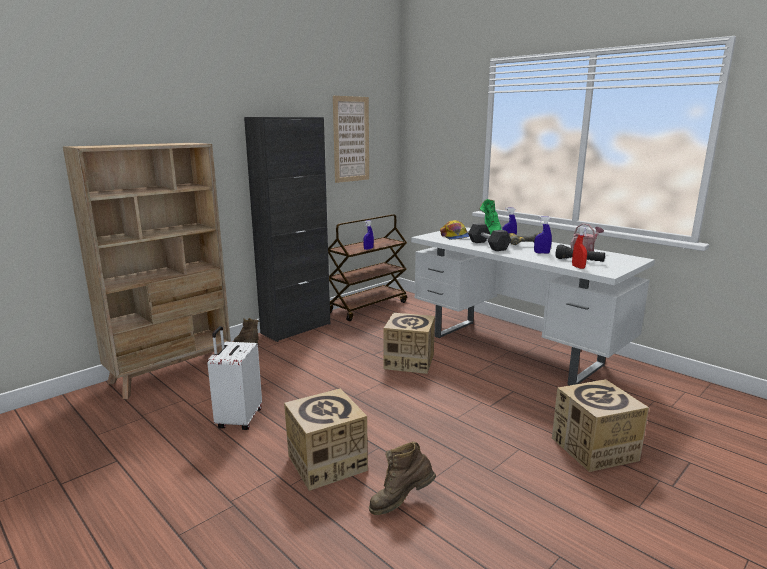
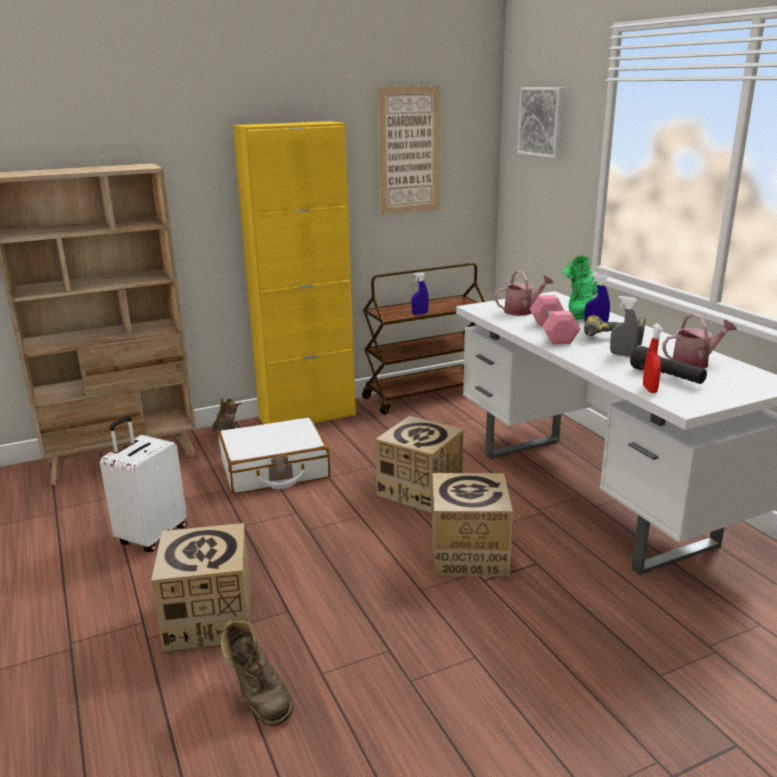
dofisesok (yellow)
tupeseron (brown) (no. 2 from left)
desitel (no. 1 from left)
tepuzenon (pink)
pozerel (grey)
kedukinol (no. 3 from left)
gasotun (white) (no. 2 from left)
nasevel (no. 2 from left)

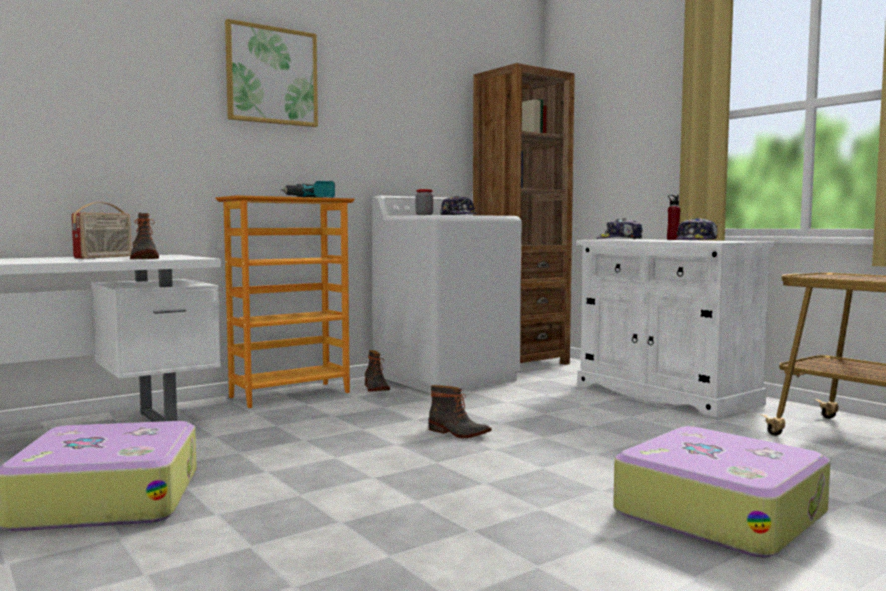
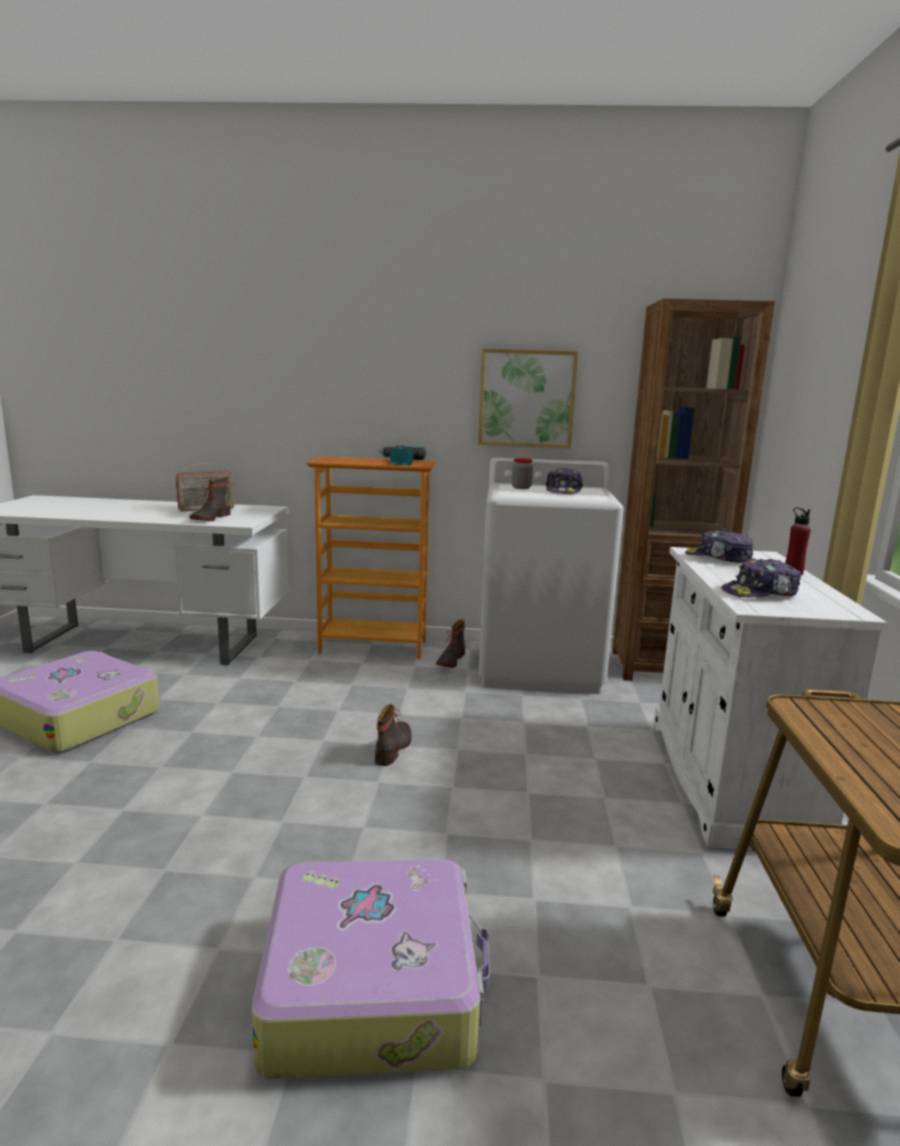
nasevel
tupeseron (no. 2 from left)

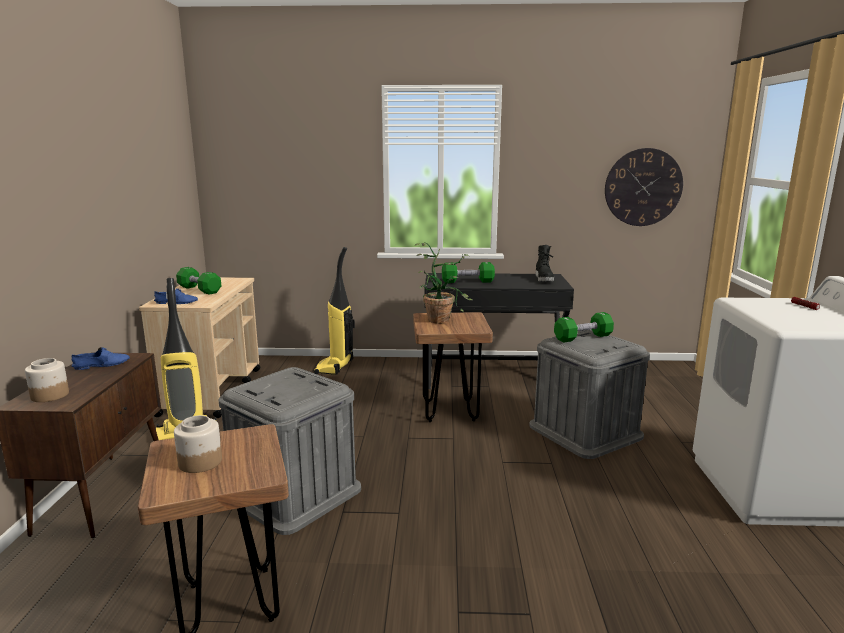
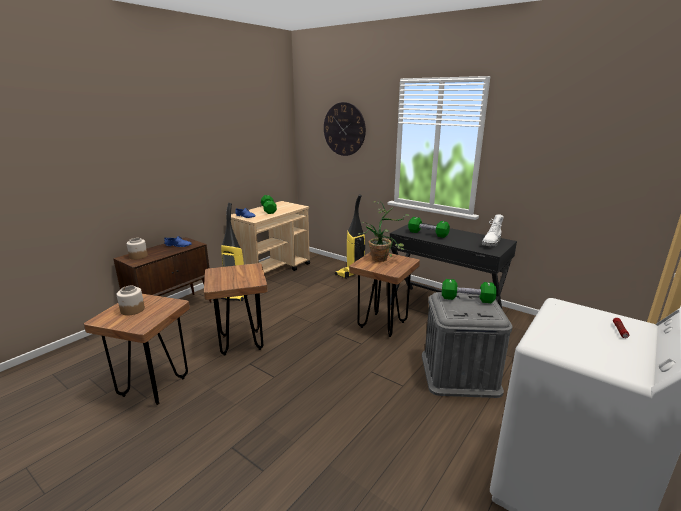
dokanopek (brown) (no. 2 from left)
tupeseron (white)
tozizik

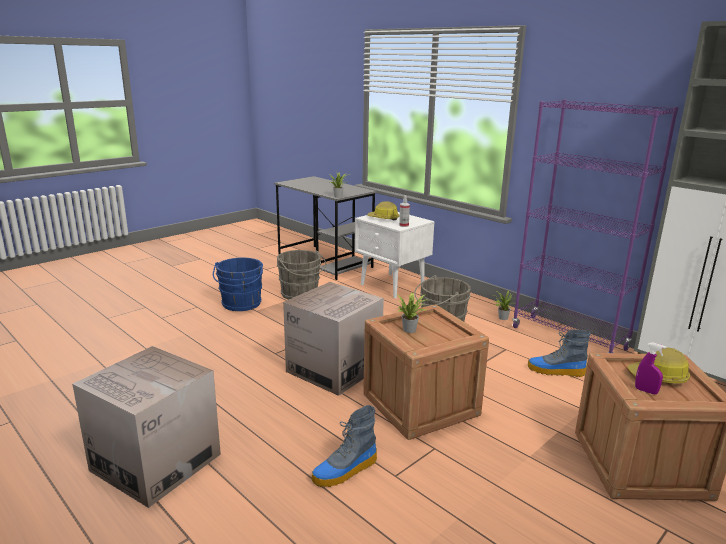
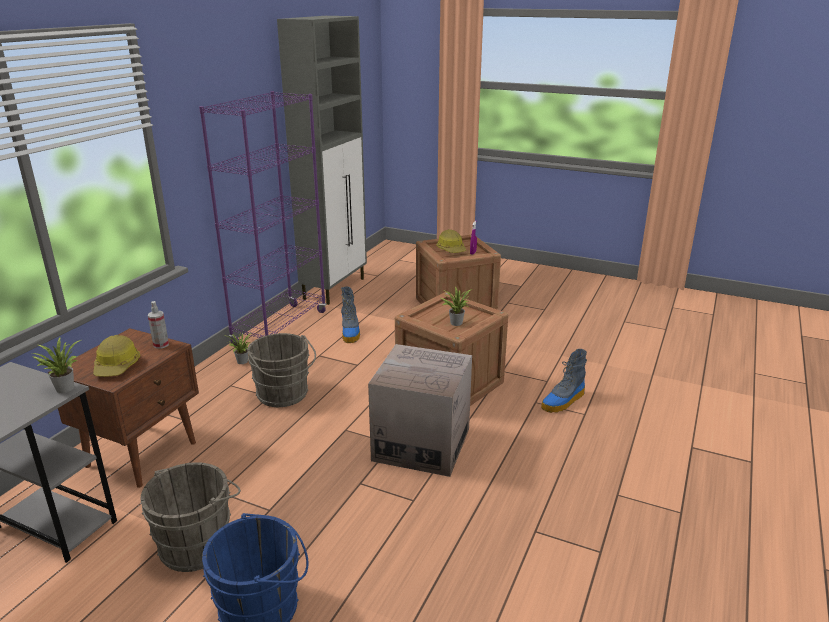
kedukinol (no. 1 from left in the first image)
tupeseron (no. 2 from left)
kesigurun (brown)

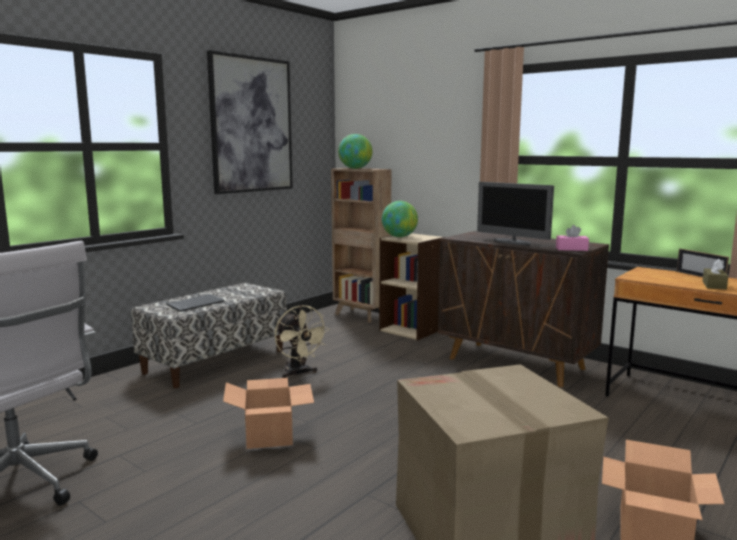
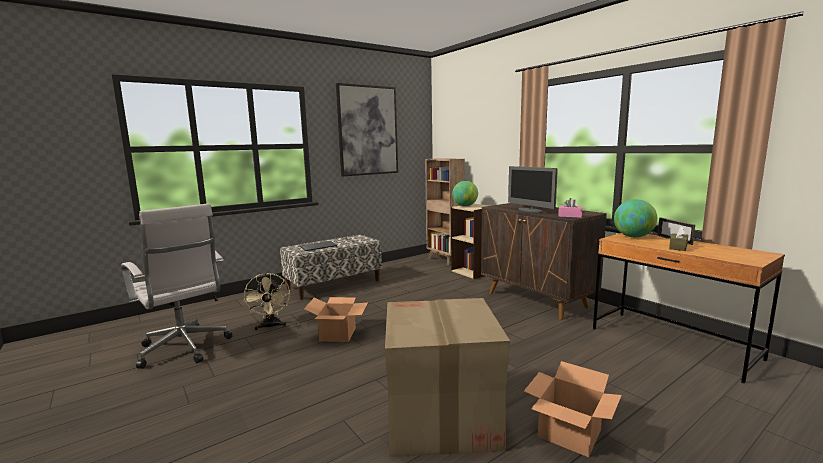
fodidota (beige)
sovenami (no. 2 from left)

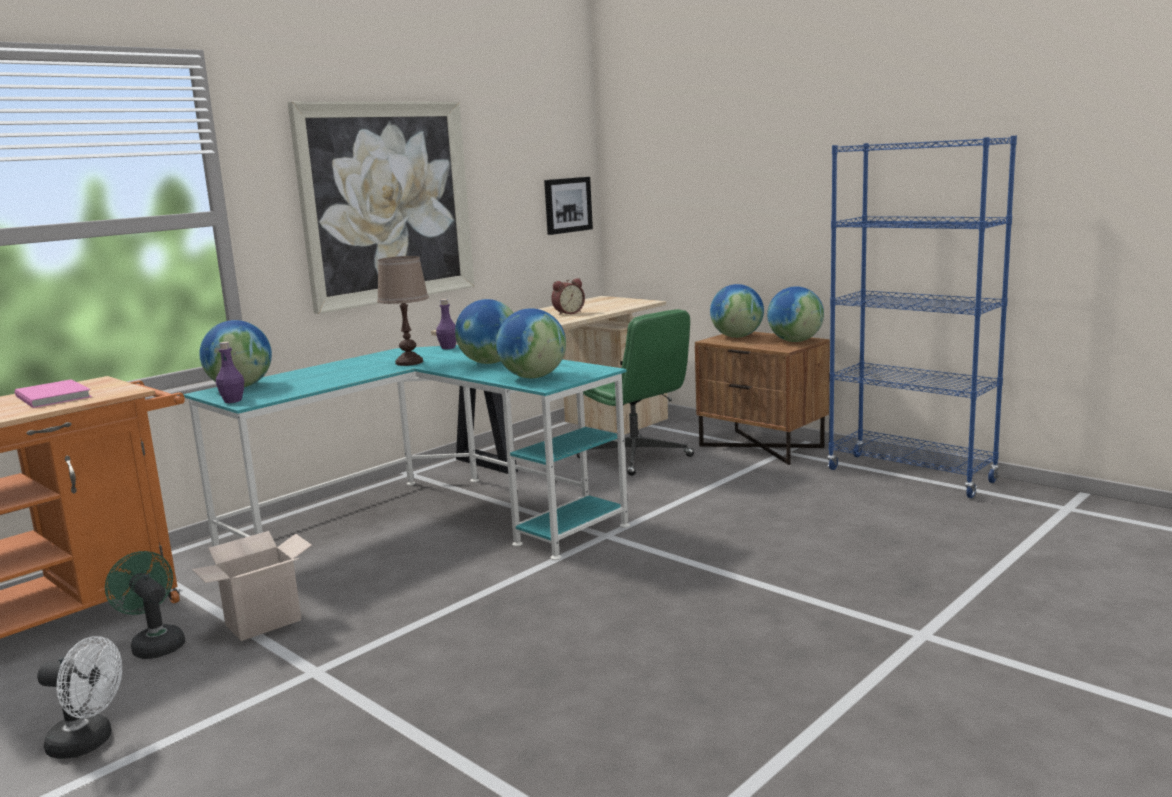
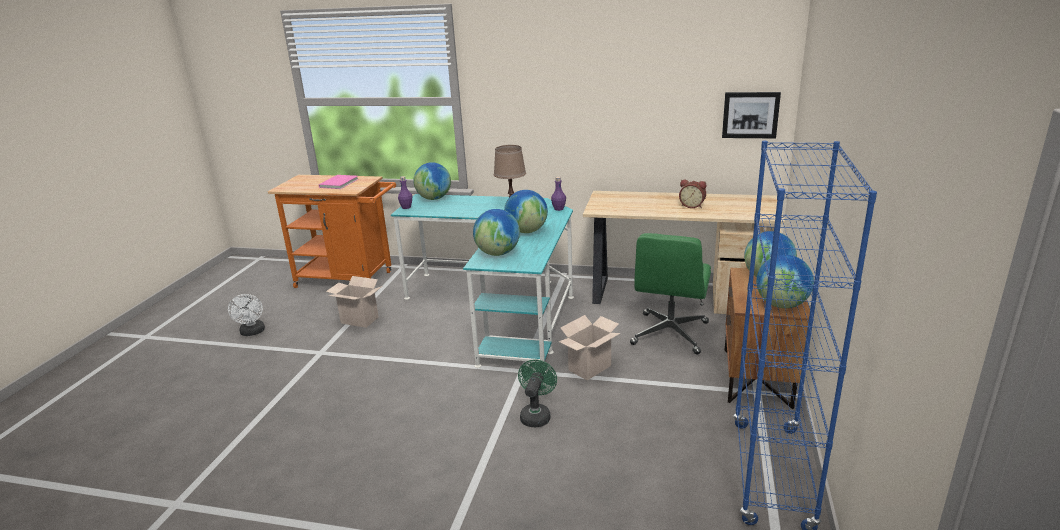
fodidota (green)
nasevel (no. 1 from left in the first image)
kedukinol (no. 2 from left)

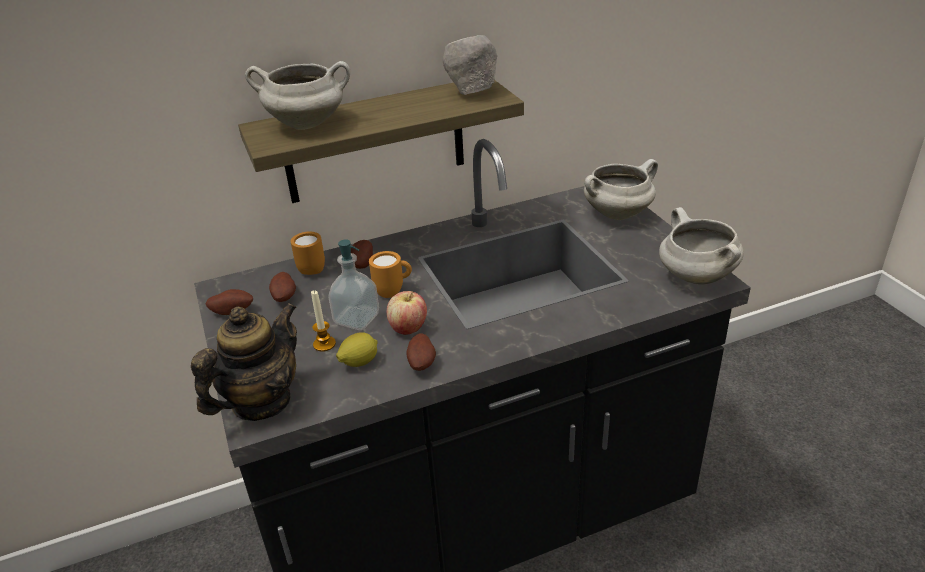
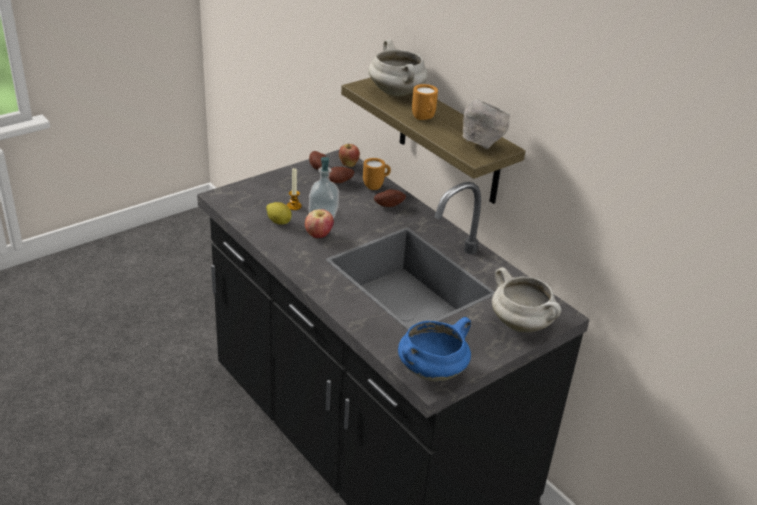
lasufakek
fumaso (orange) (no. 2 from left)
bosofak (no. 4 from left in the first image)
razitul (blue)
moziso (no. 2 from left)

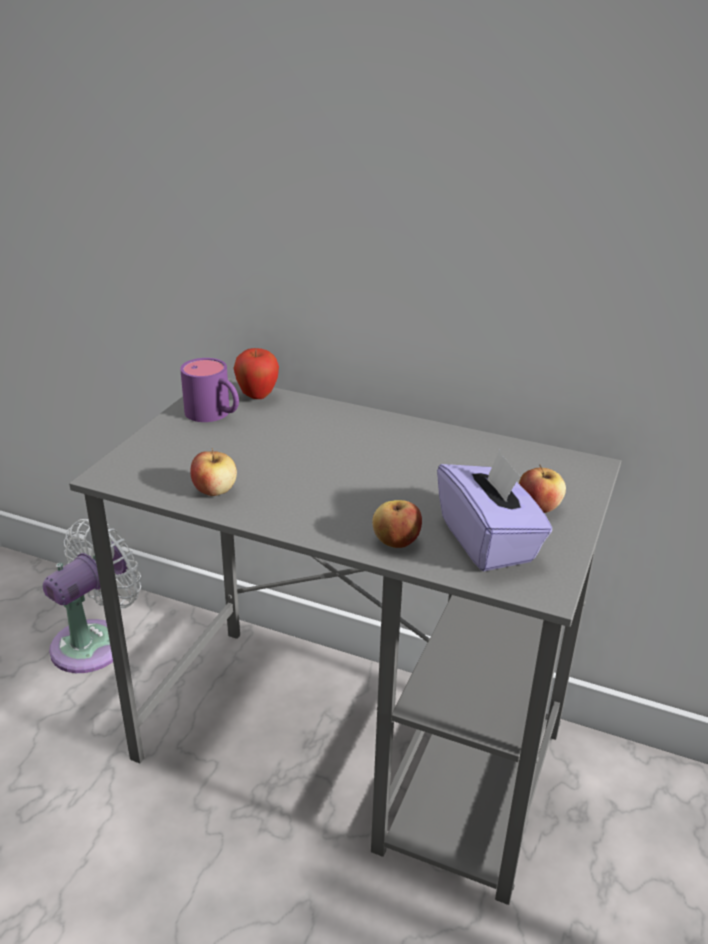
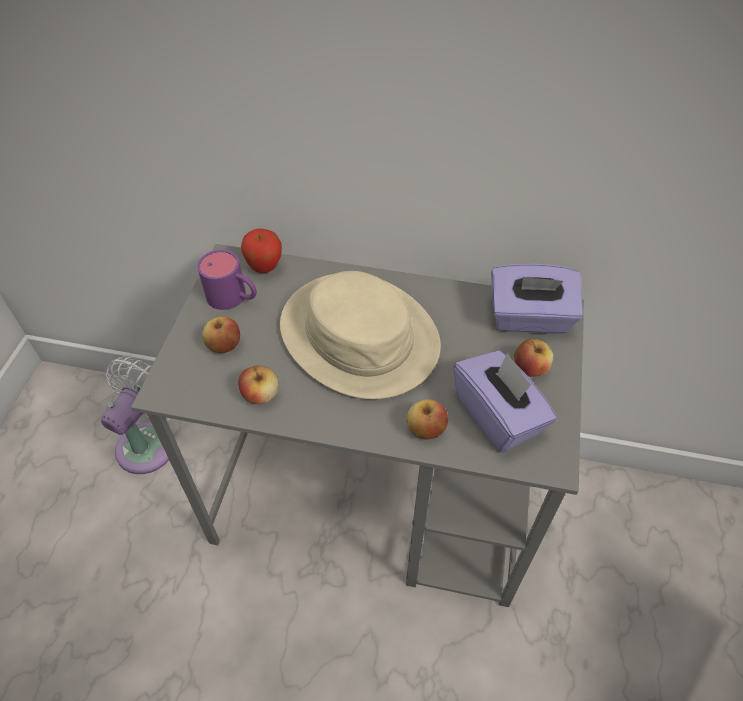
moziso (no. 1 from left)
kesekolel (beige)
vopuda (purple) (no. 2 from left)

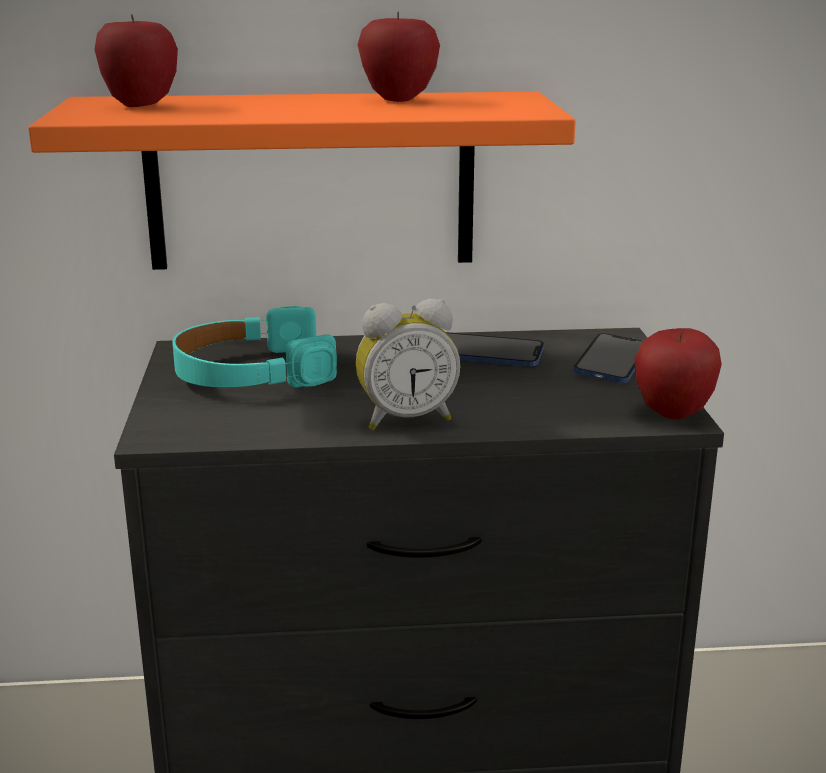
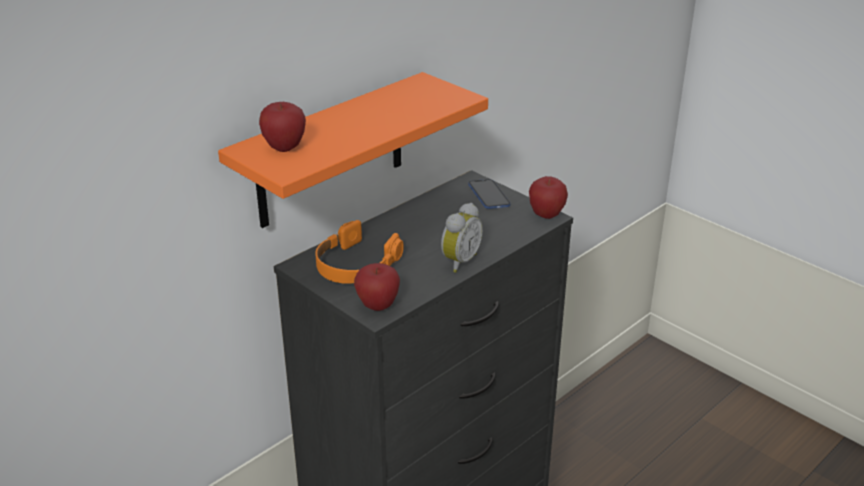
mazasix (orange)
moziso (no. 2 from left)
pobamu (no. 1 from left in the first image)

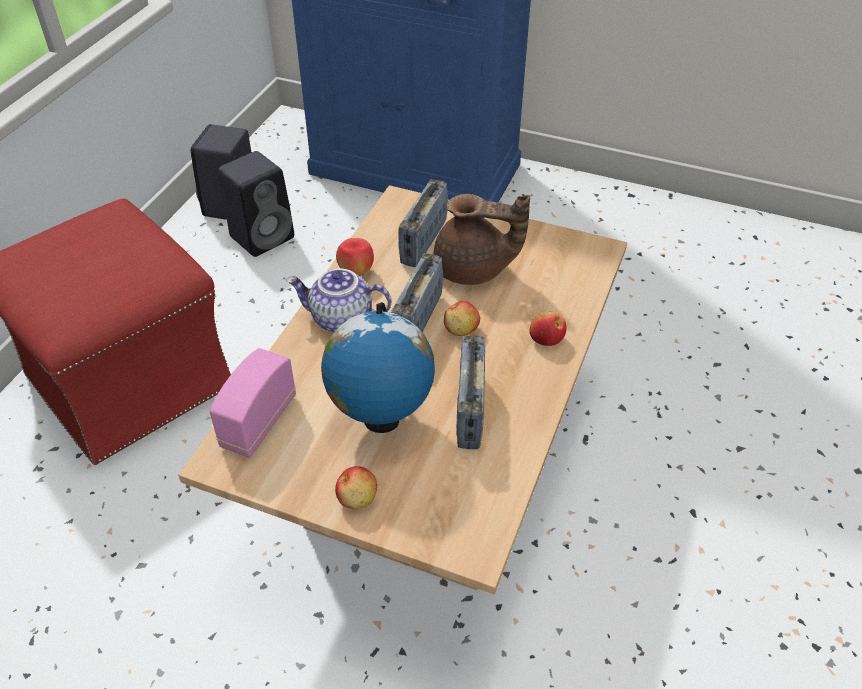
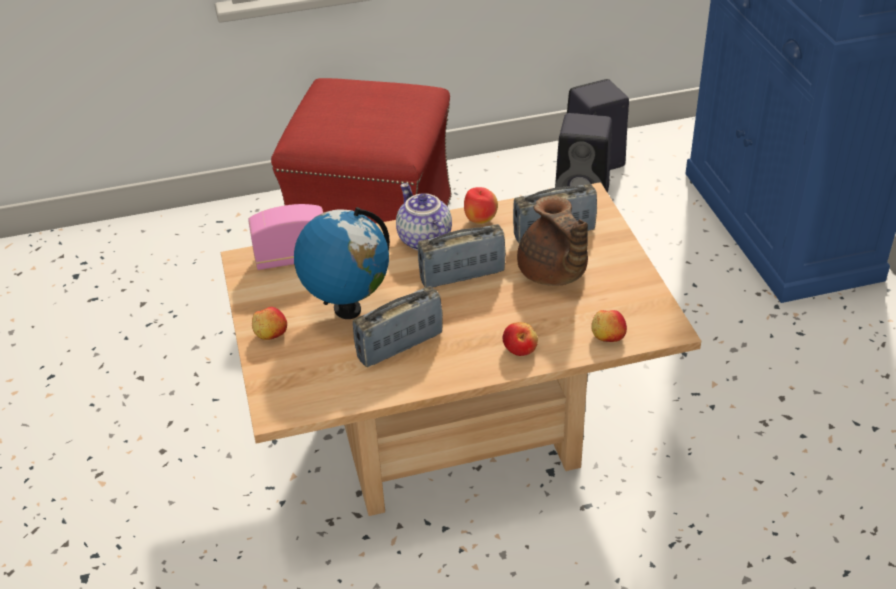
moziso (no. 4 from left)

